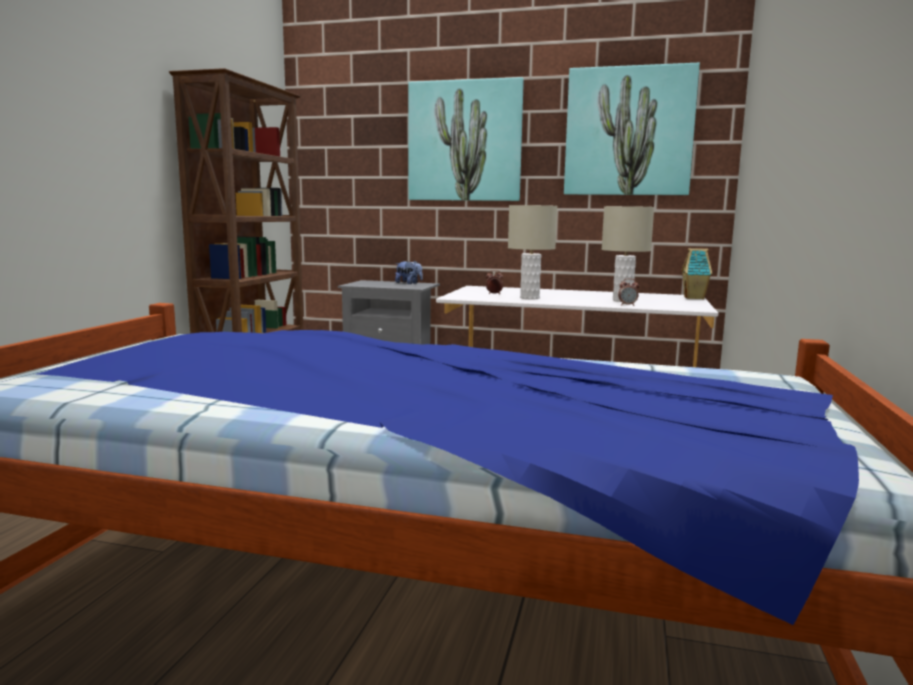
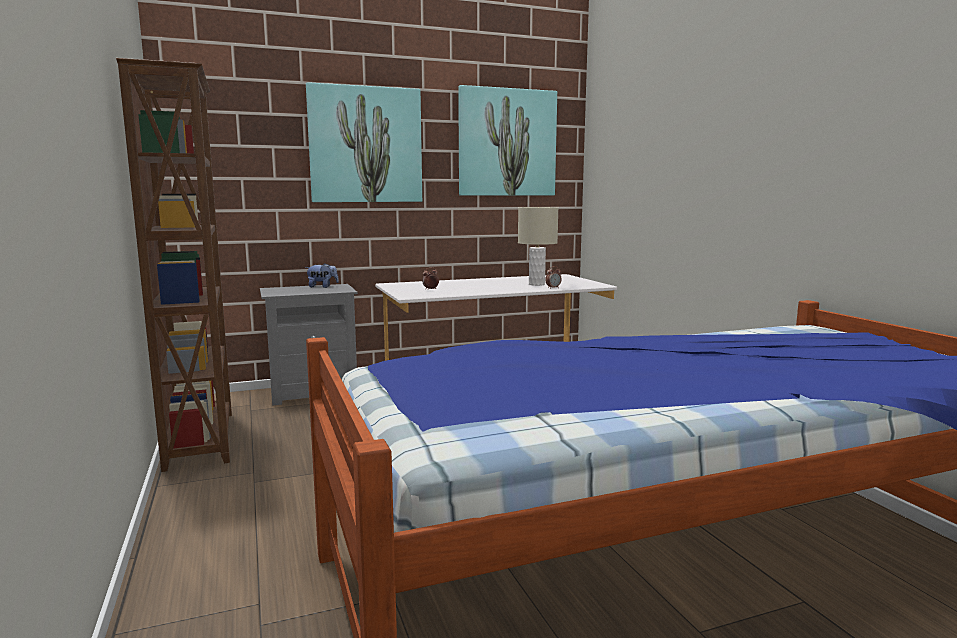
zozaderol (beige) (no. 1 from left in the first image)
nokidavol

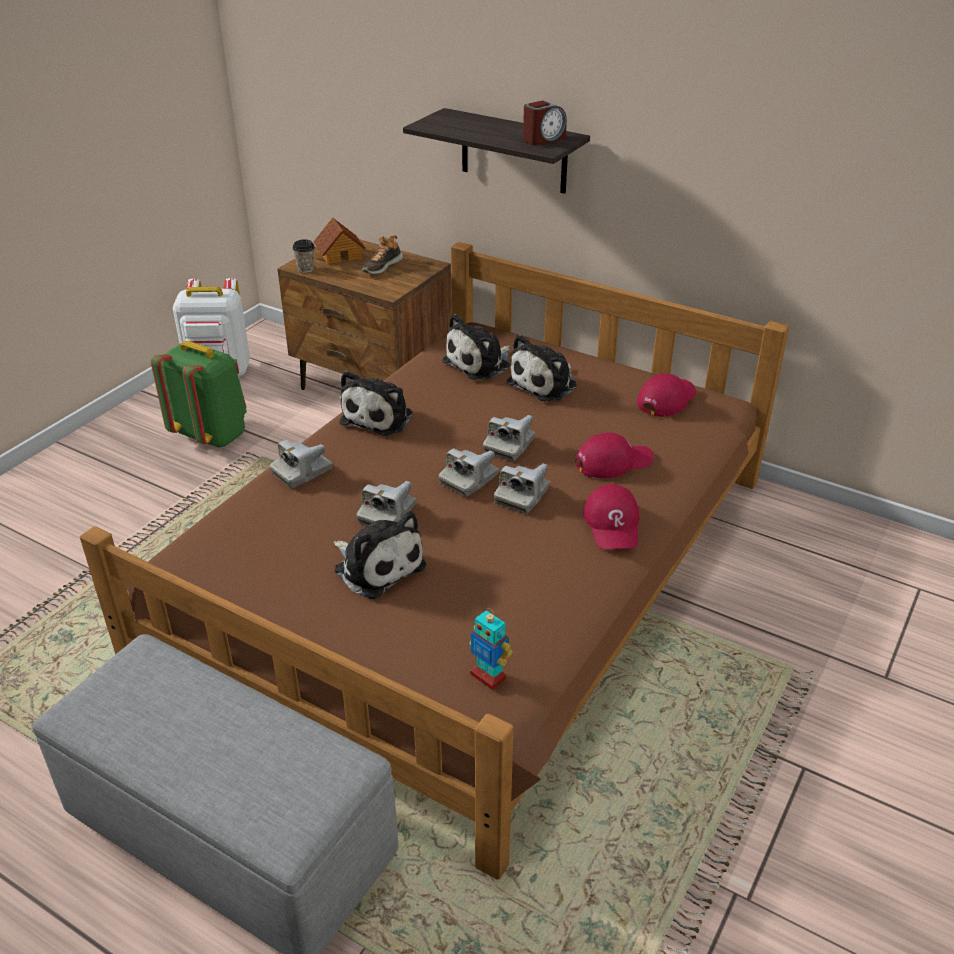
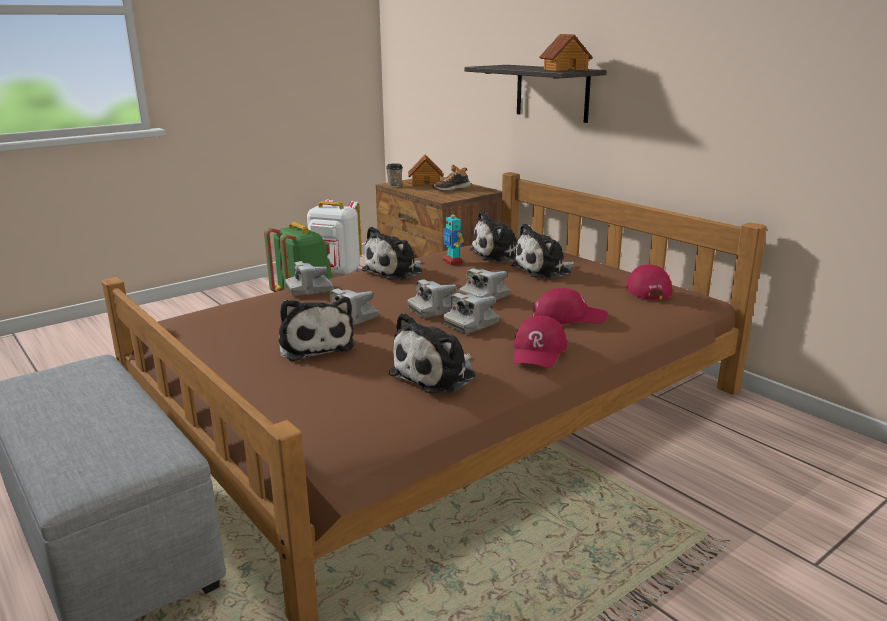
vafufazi
nokidavol (no. 2 from left)
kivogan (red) (no. 3 from left)
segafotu (no. 3 from left)

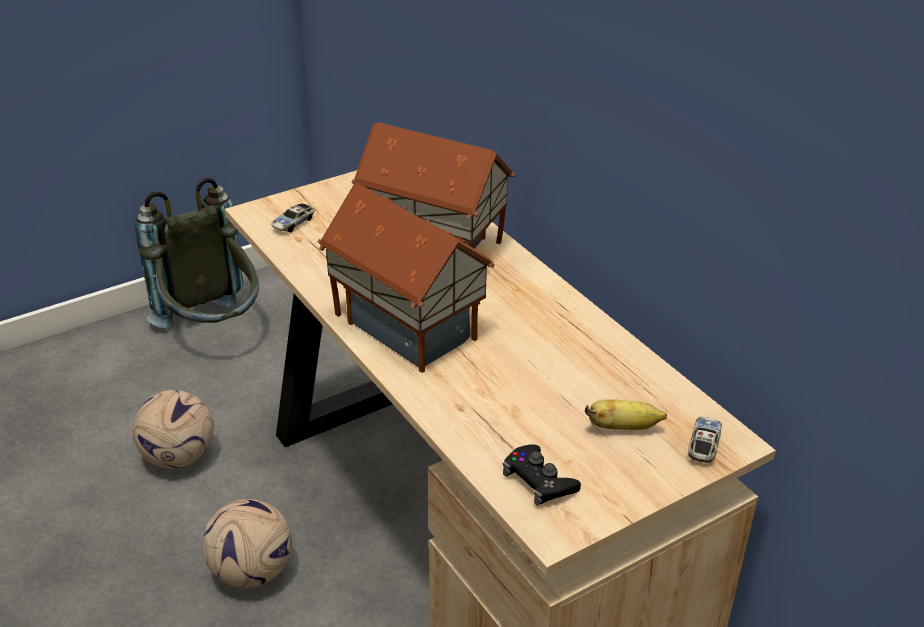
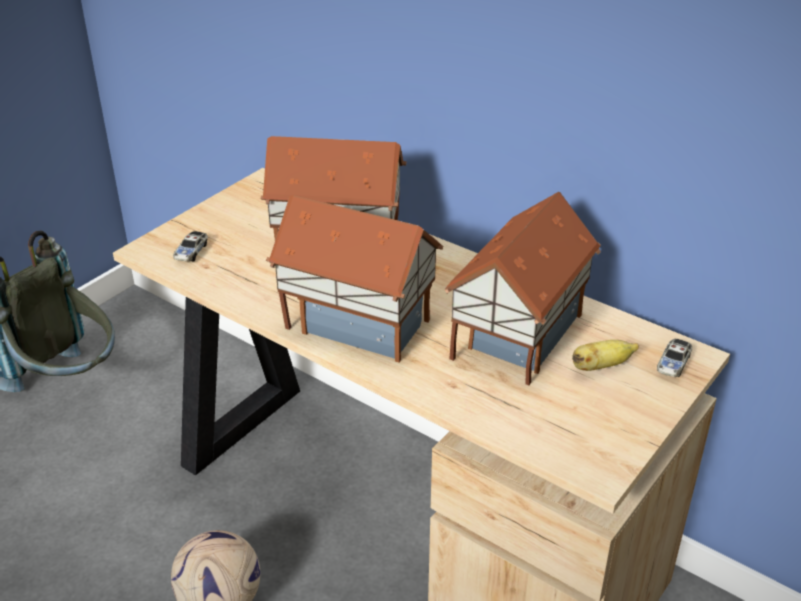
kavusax (no. 1 from left in the first image)
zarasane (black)
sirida (no. 2 from left)
nokidavol (no. 3 from left)

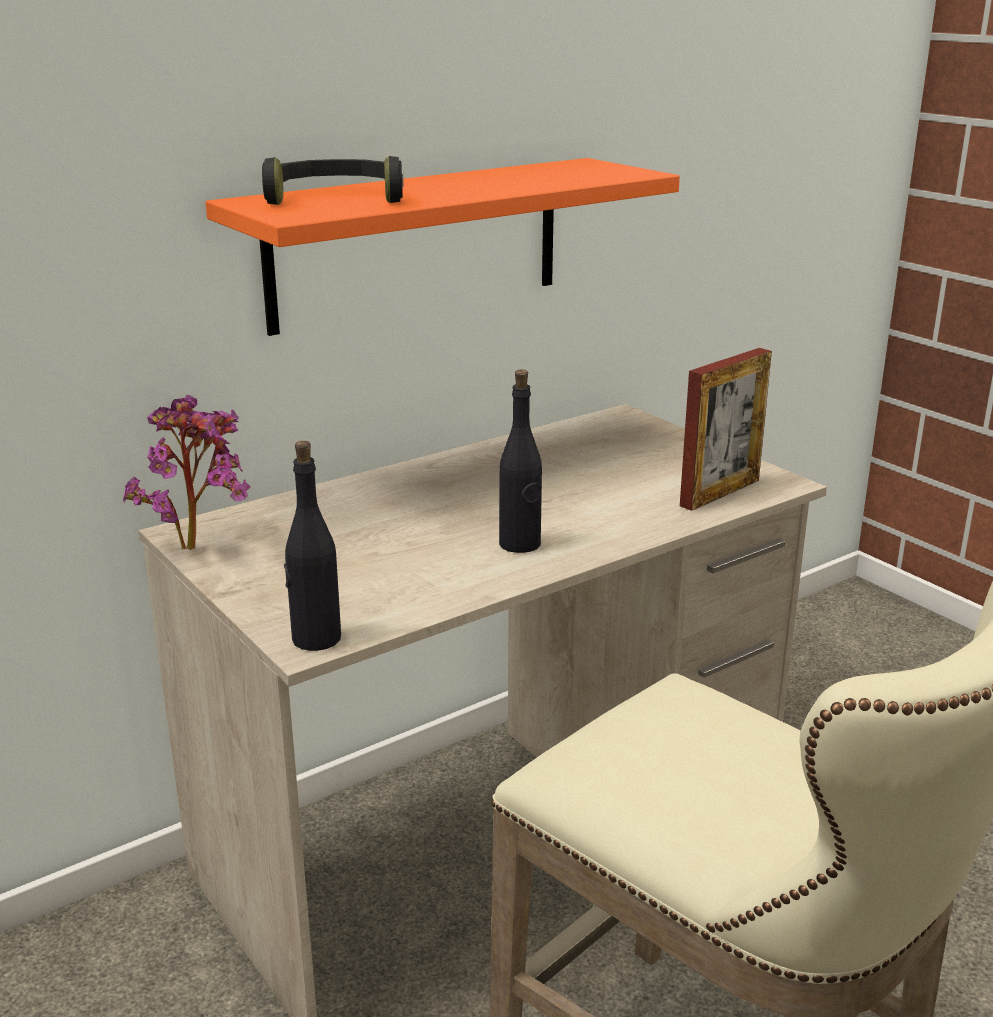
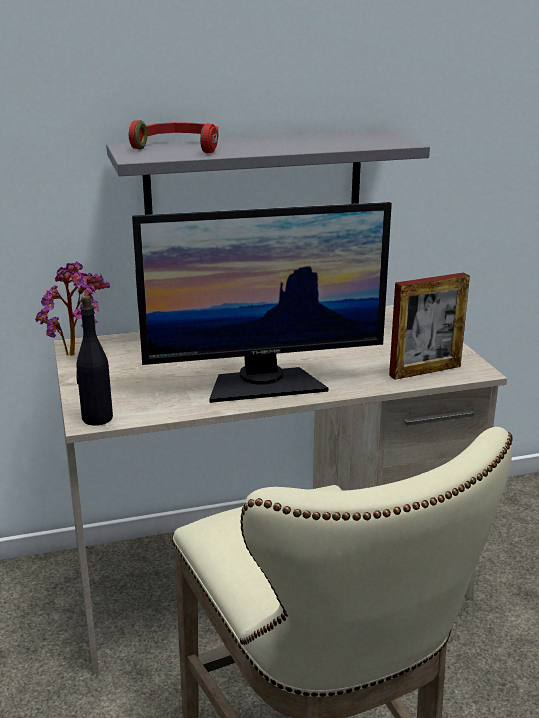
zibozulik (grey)
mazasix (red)
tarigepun

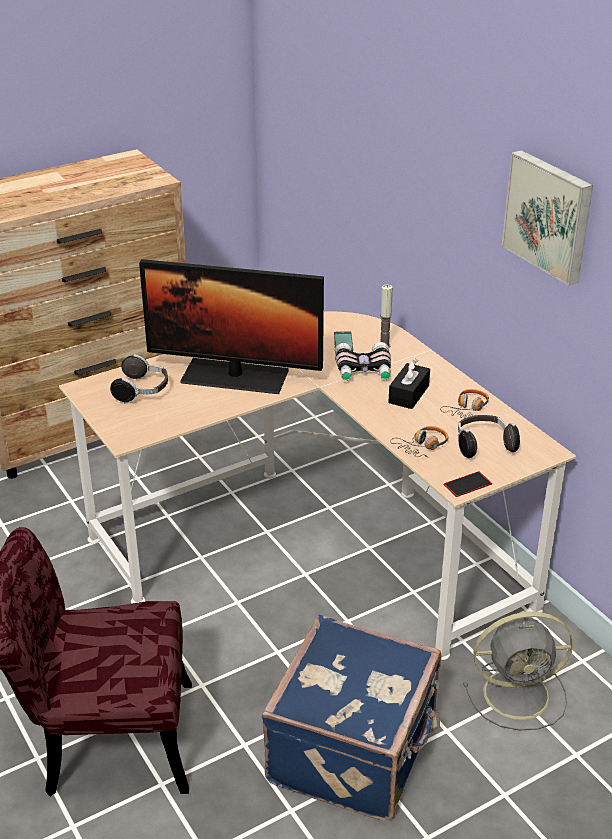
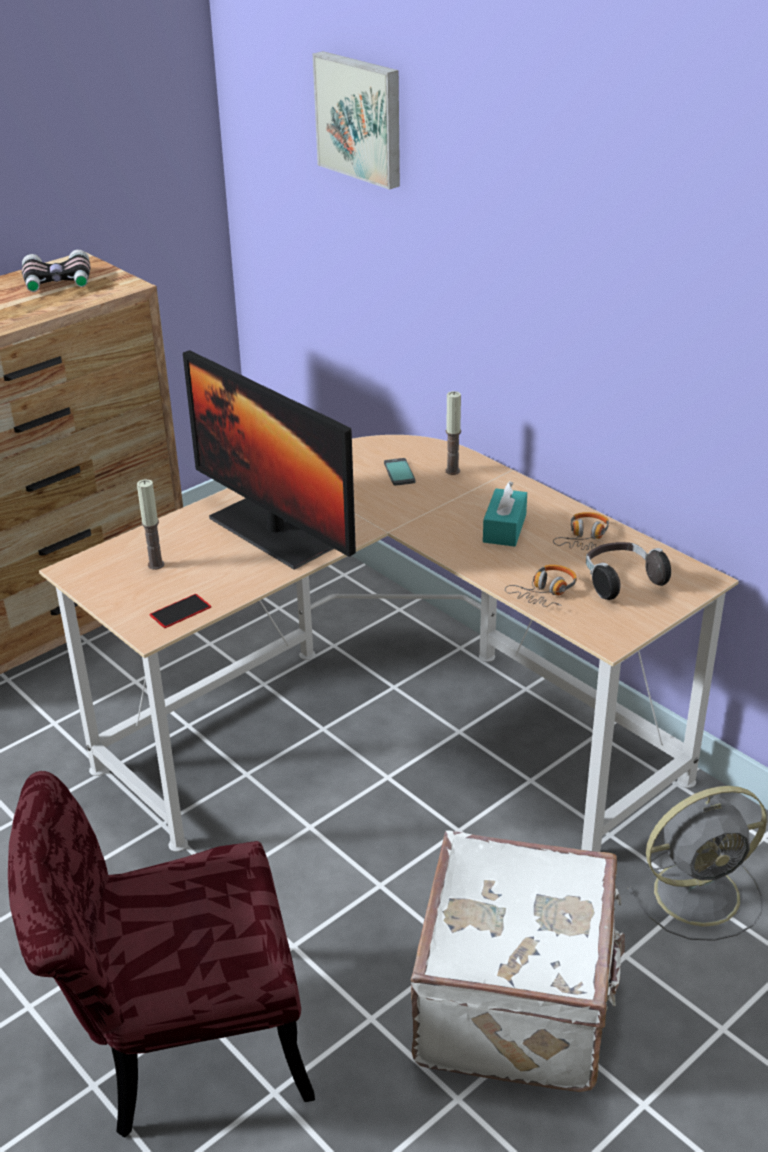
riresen (no. 1 from left)
tarigepun
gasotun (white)
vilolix
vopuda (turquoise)
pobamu (no. 1 from left)
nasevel

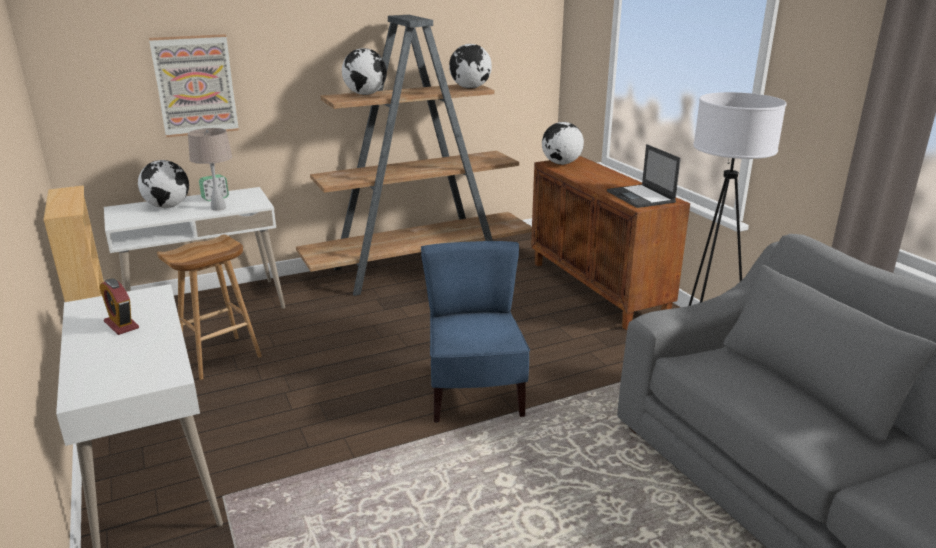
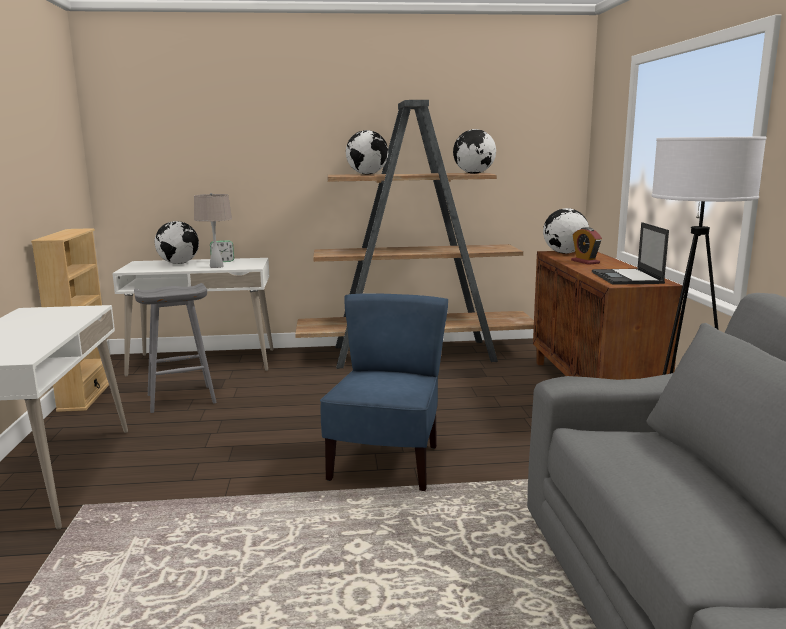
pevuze (no. 2 from left)
nasevel
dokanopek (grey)

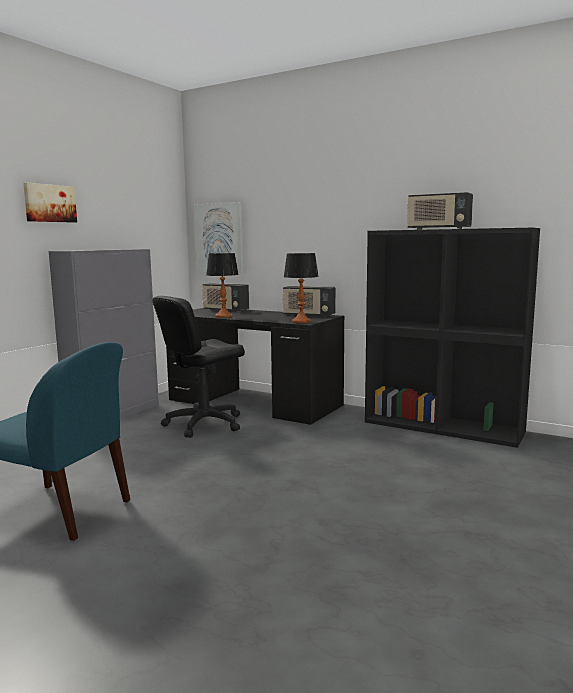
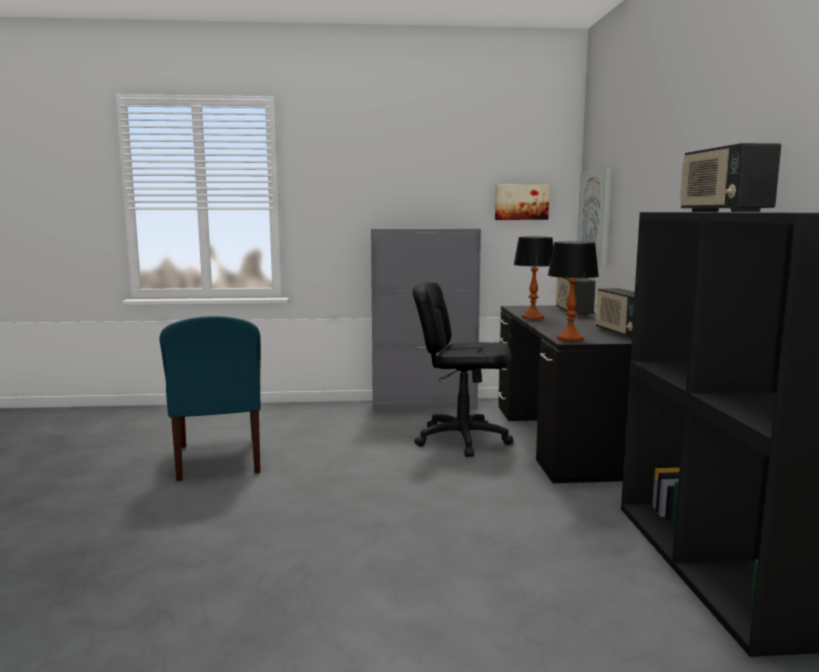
nasevel (no. 1 from left)

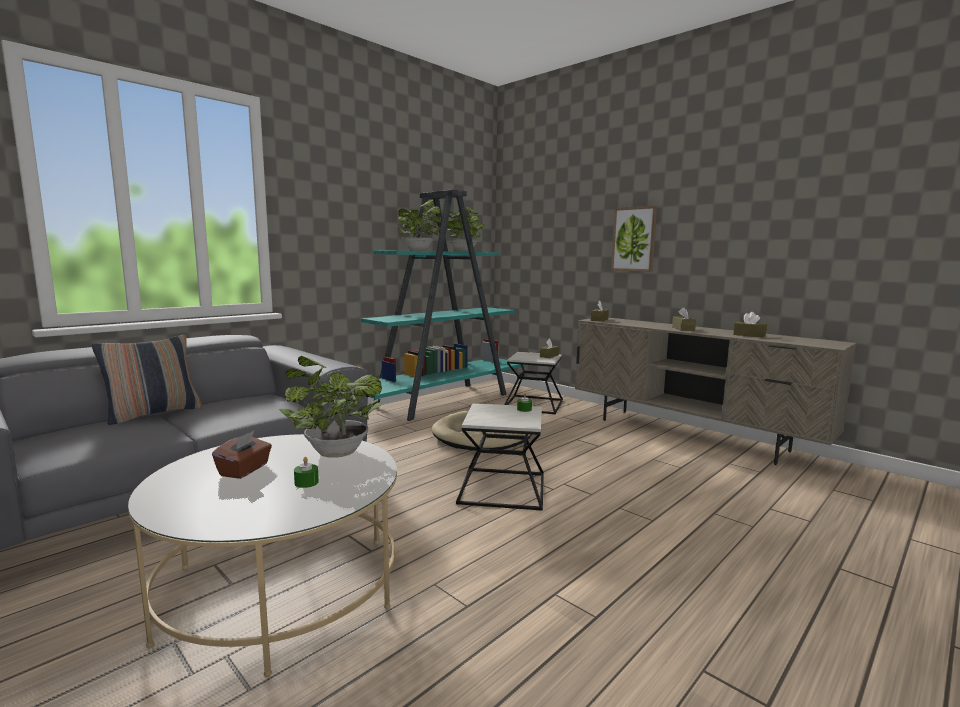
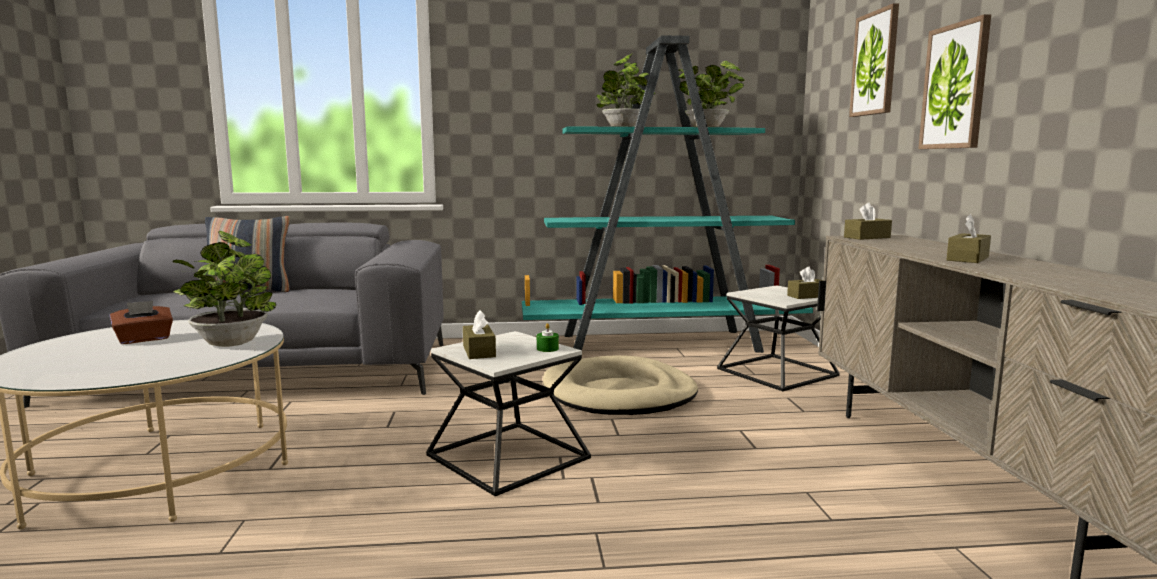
riresen (green) (no. 1 from left in the first image)
vopuda (brown) (no. 2 from left)
nasevel (no. 1 from left)

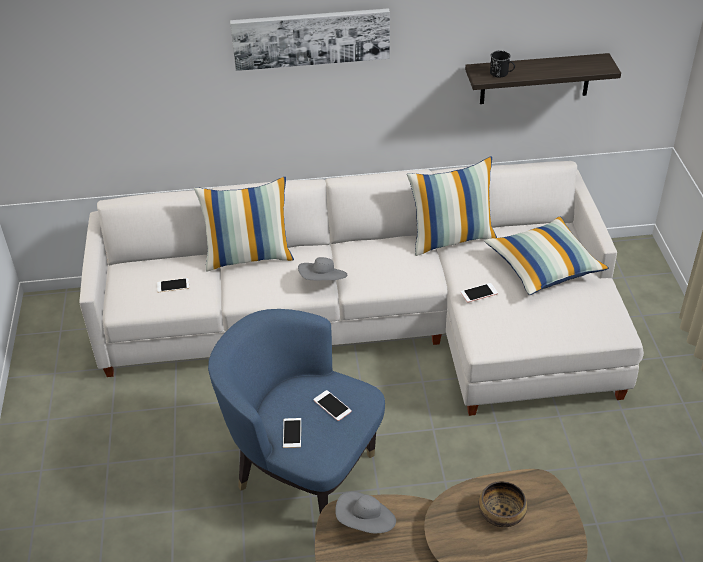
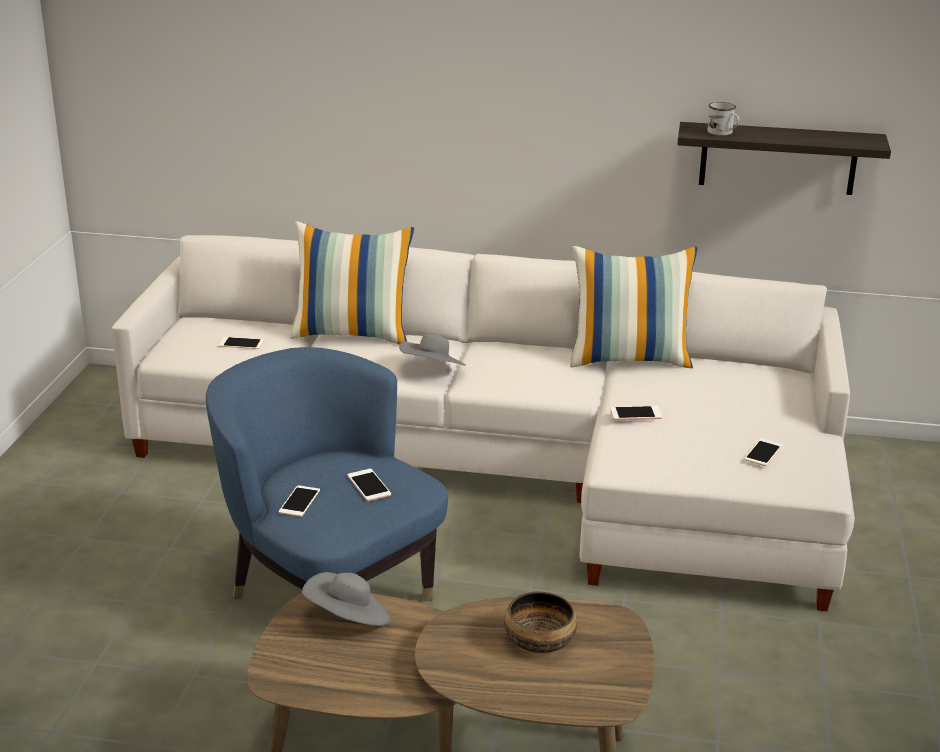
nasevel
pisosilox (no. 3 from left in the first image)
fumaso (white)
pobamu (no. 5 from left)

